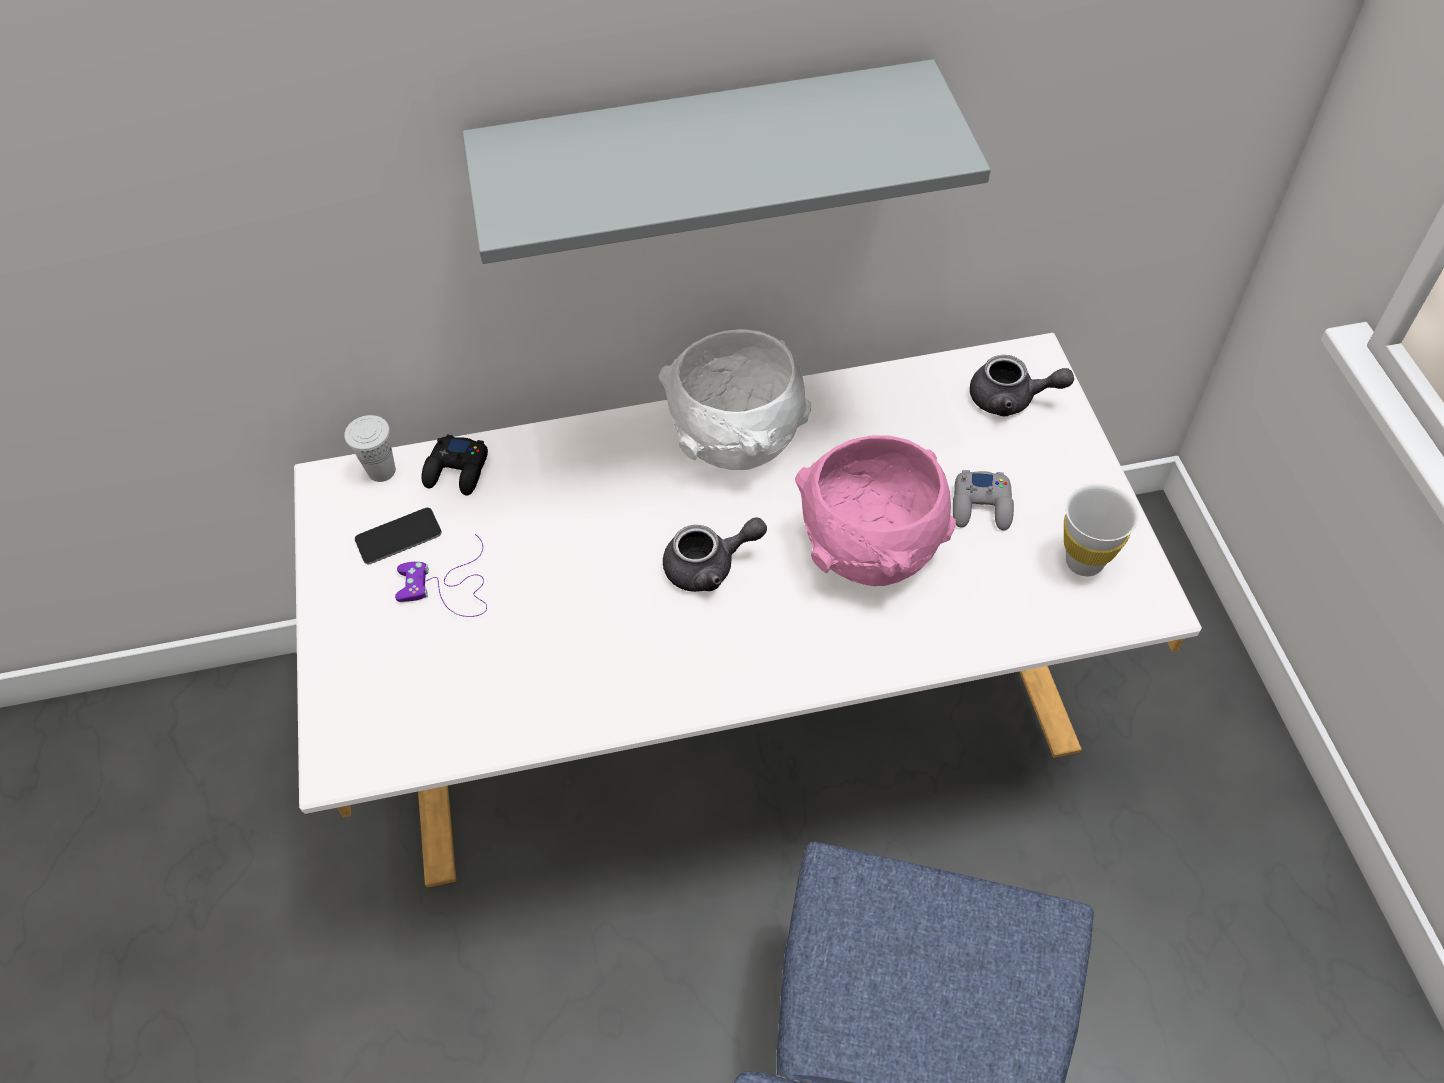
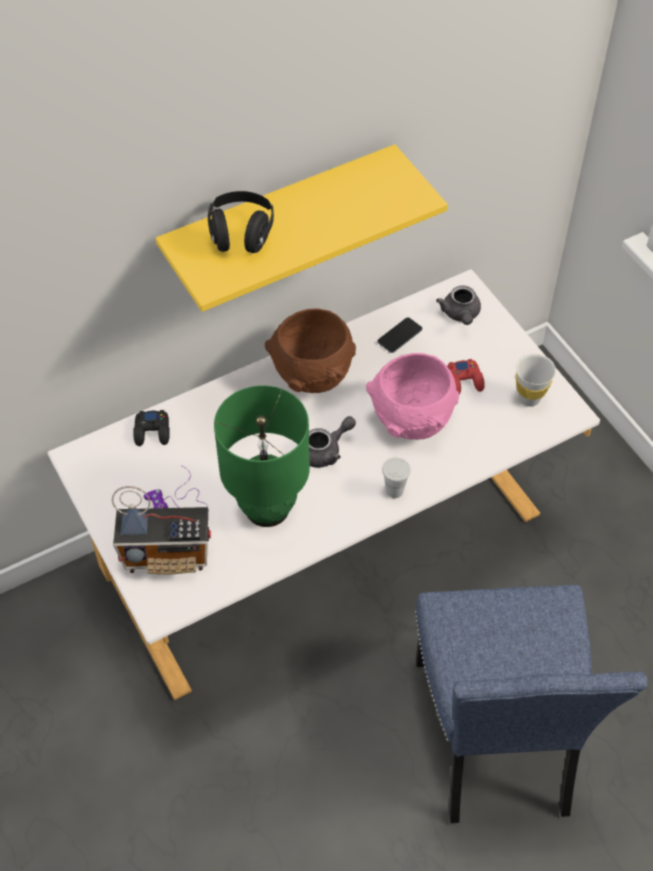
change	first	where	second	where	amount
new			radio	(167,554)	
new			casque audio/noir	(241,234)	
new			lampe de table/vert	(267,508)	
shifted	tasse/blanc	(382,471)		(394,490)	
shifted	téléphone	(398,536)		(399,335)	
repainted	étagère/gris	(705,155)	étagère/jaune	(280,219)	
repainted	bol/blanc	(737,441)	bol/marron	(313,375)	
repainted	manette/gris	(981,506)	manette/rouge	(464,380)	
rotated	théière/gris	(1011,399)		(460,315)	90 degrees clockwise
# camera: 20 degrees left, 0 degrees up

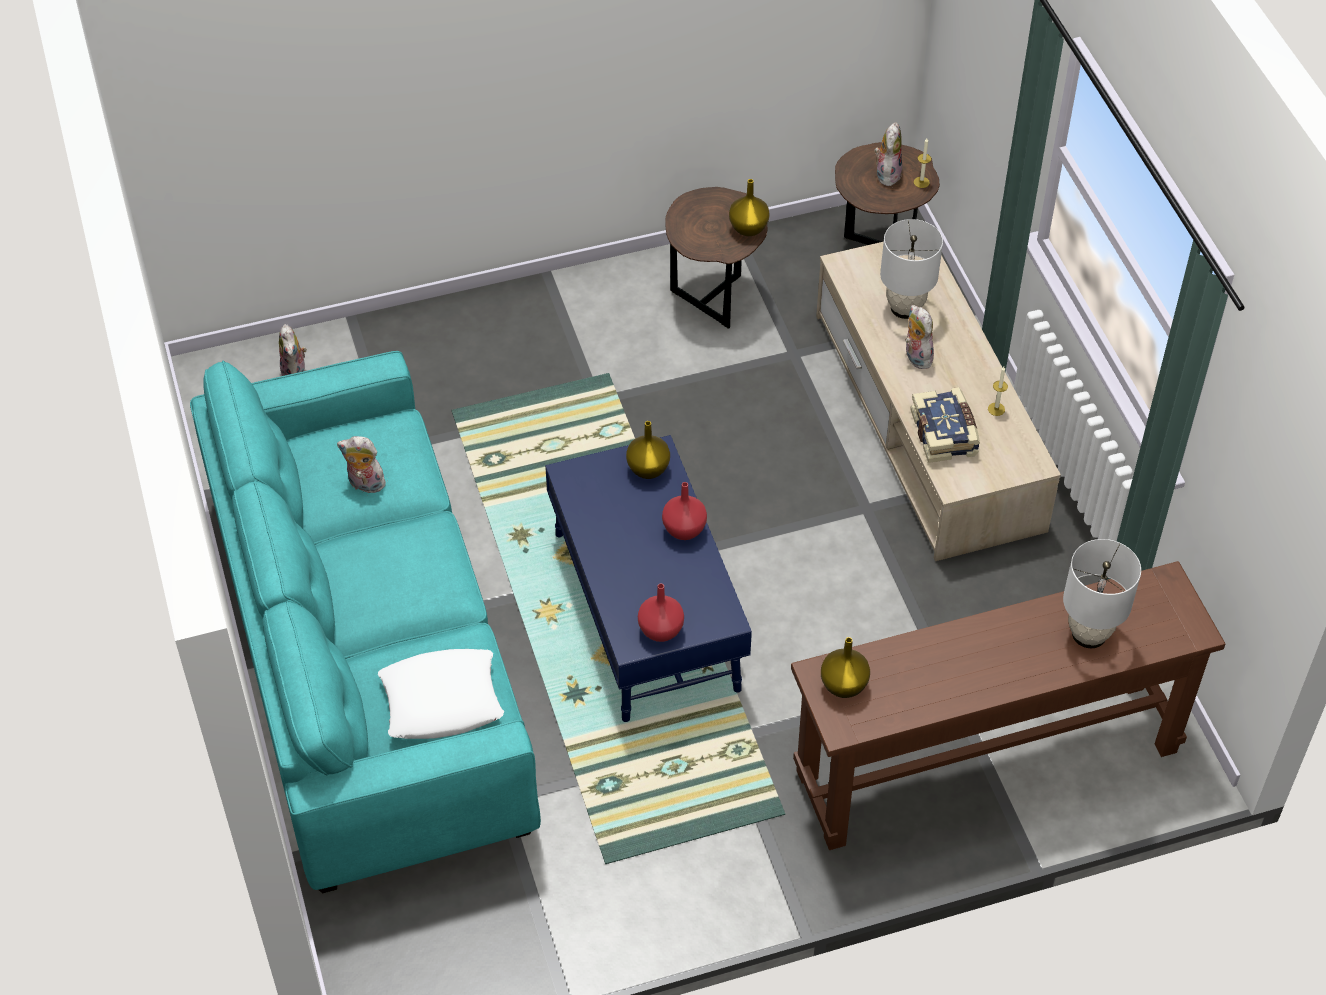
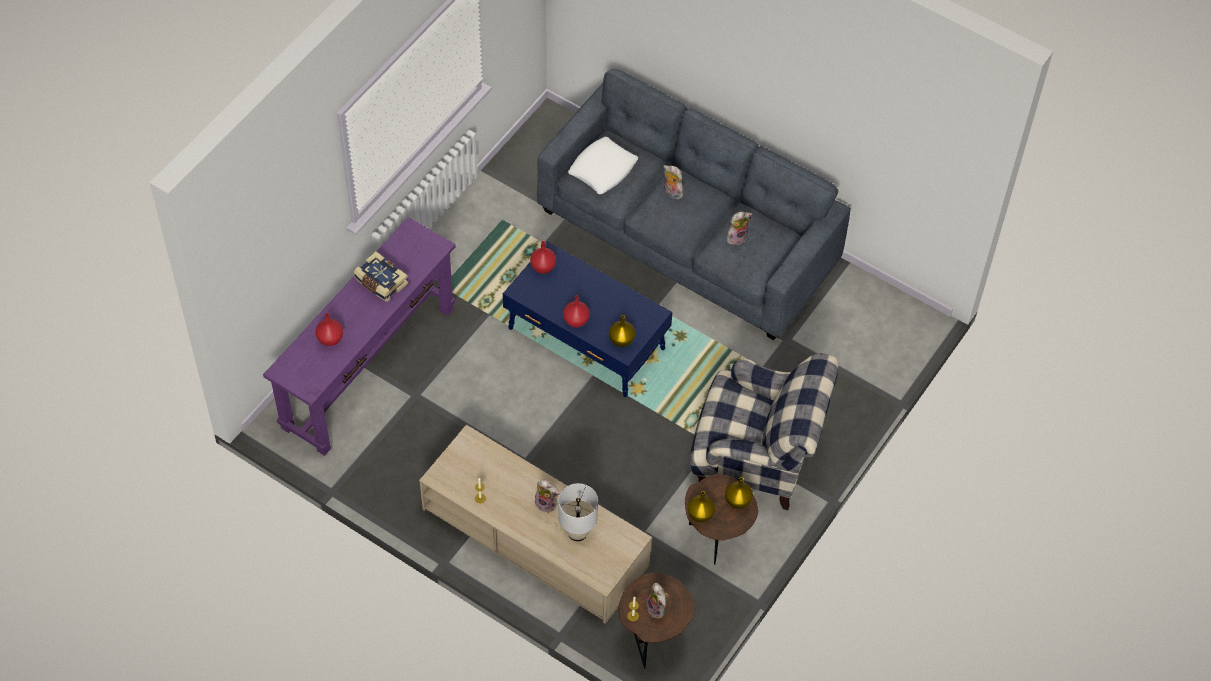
change	first	where	second	where	amount
new			fauteuil	(756,458)	
shifted	peluche	(296,373)		(671,193)	
shifted	vase/jaune	(844,685)		(737,502)	
shifted	livre	(945,433)		(380,282)	
swapped	lampe de table/blanc	(1089,634)	vase/rouge	(330,338)	
repainted	canapé/turquoise	(369,658)	canapé/gris	(688,237)	
repainted	table console/marron	(986,761)	table console/violet	(369,368)	
# camera: 140 degrees right, 5 degrees up

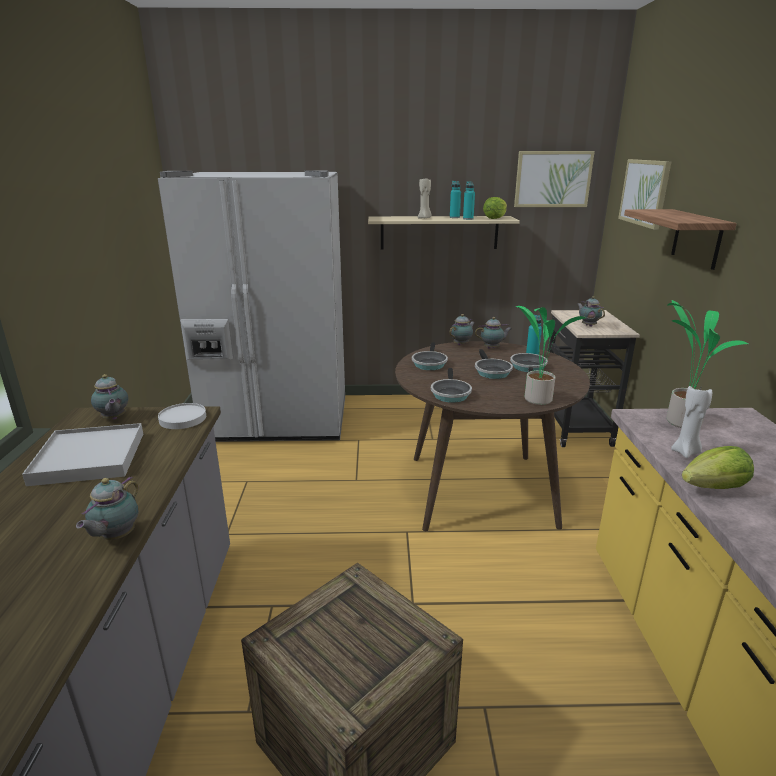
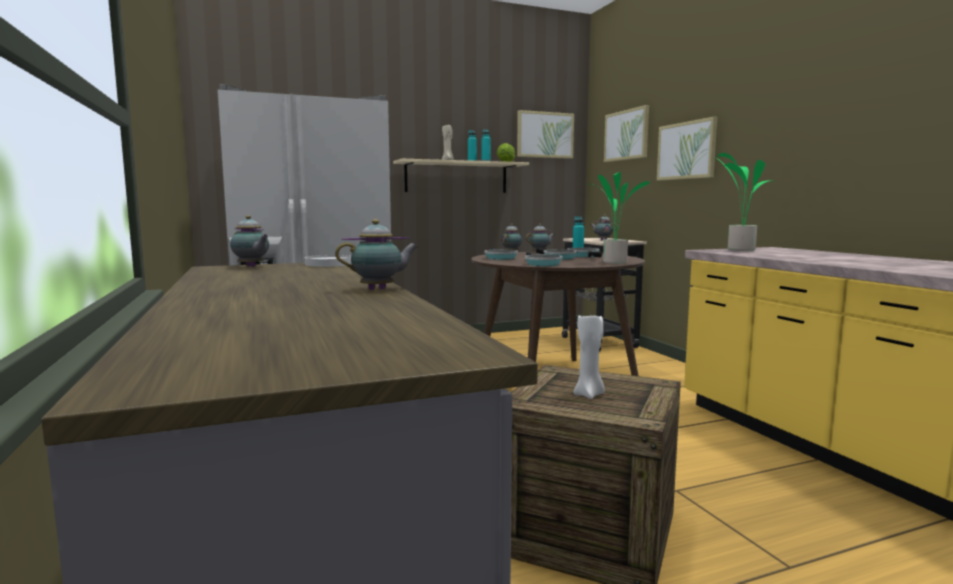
change	first	where	second	where	amount
gone	plateau/blanc	(89,458)			
gone	laitue	(714,488)			
shifted	bougie/blanc	(686,452)		(589,395)	
swapped	étagère	(697,238)	tableau	(686,150)	
rotated	théière	(116,537)		(380,289)	105 degrees counterclockwise
# camera: 20 degrees left, 15 degrees down

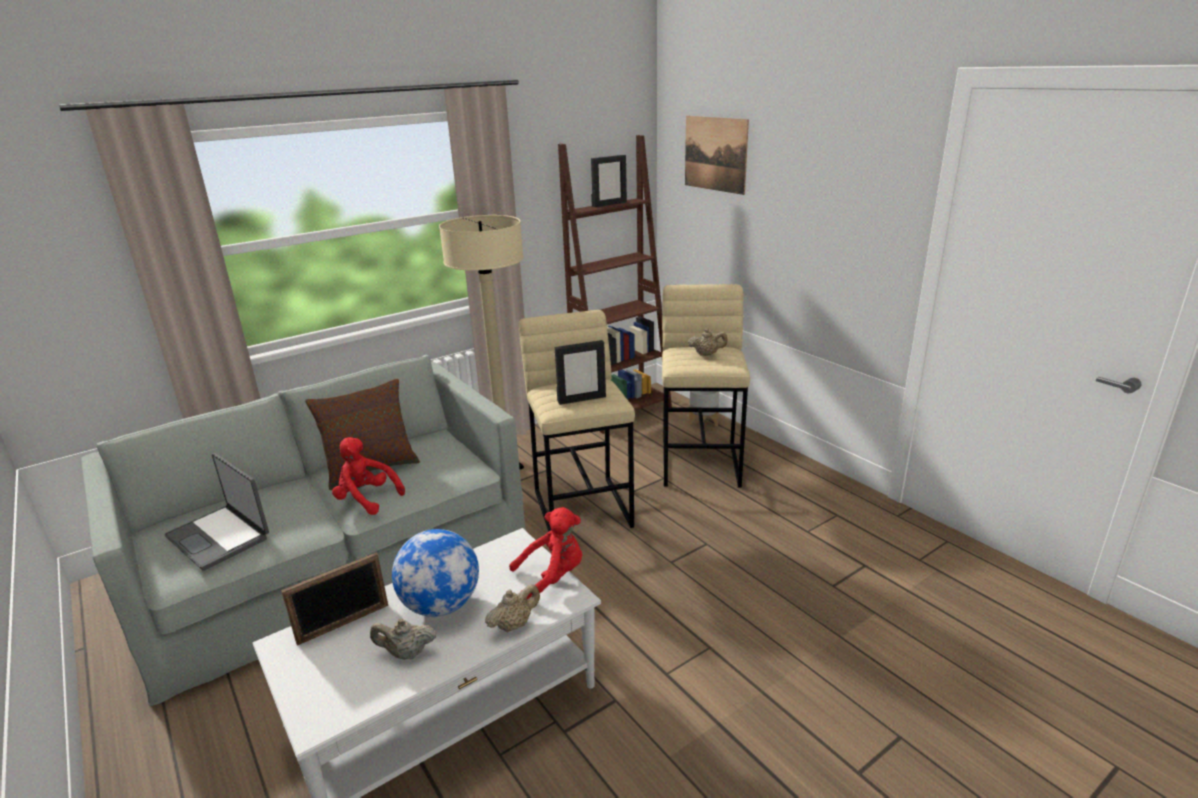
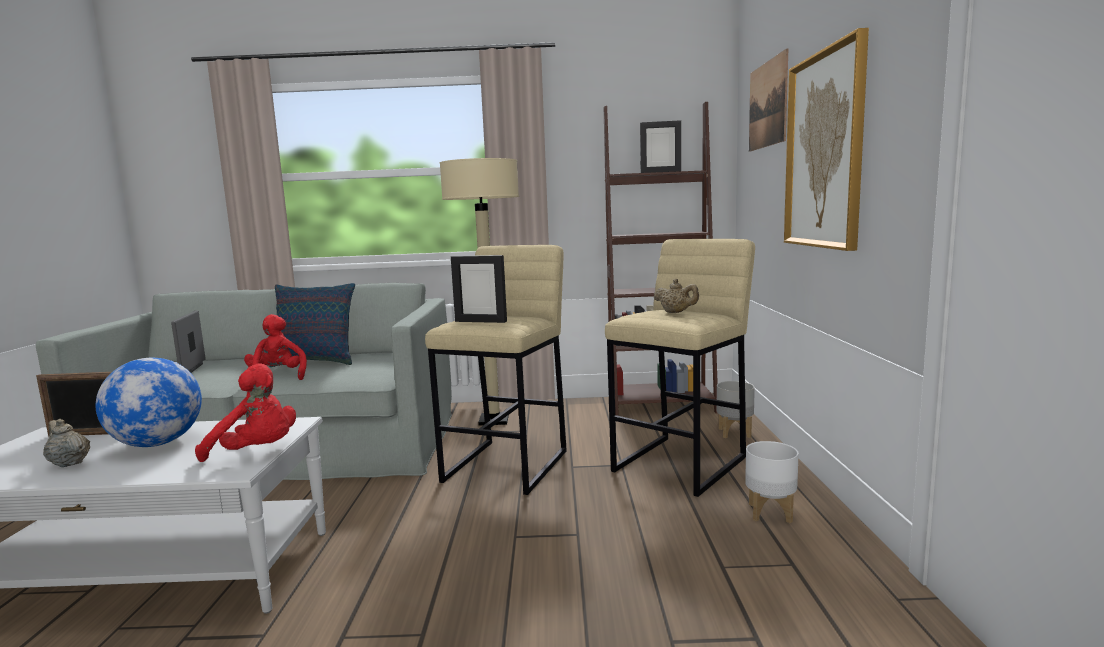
change	first	where	second	where	amount
gone	théière/beige	(514,624)			
new			cache-pot/blanc	(771,513)	
new			tableau	(824,151)	
repainted	coussin/marron	(372,470)	coussin/bleu	(316,363)	
# camera: 35 degrees right, 15 degrees down

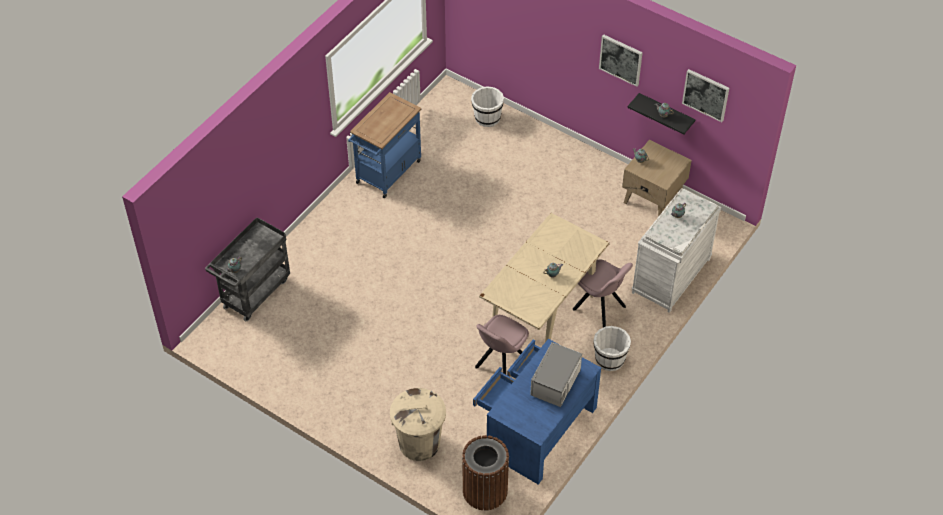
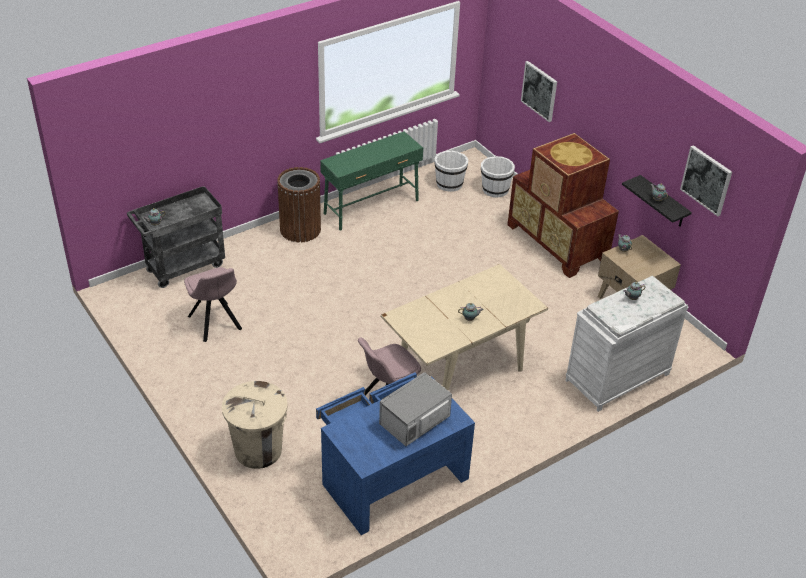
change	first	where	second	where	amount
new			meuble de rangement	(557,242)	
shifted	poubelle/marron	(485,491)		(300,229)	
shifted	chaise/rose	(599,308)		(215,323)	
shifted	seau/blanc	(609,359)		(449,184)	
shifted	tableau	(621,59)		(539,91)	
swapped	chariot/bleu	(387,173)	table console/vert	(371,207)	
# camera: 20 degrees right, 10 degrees down

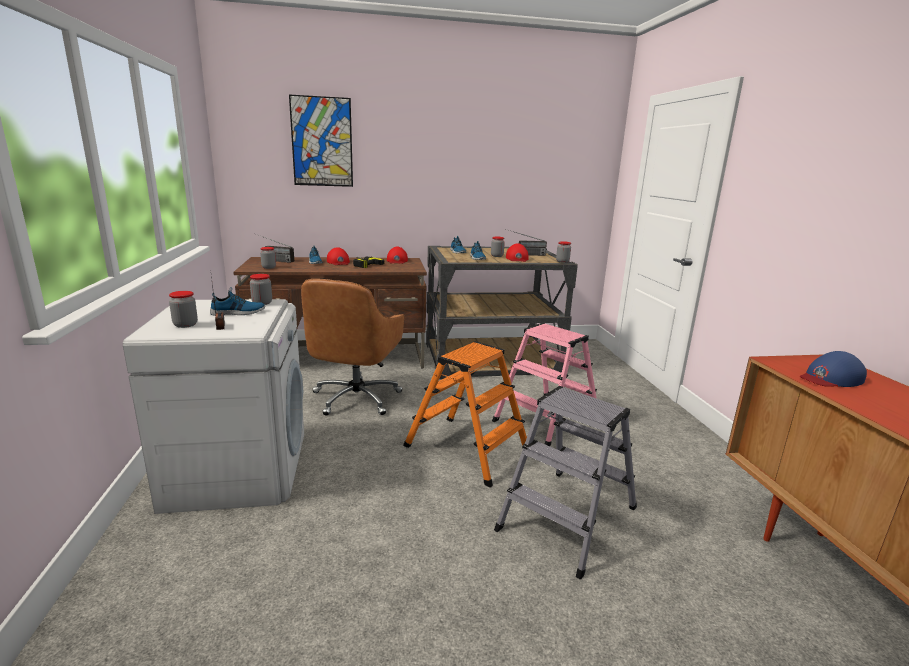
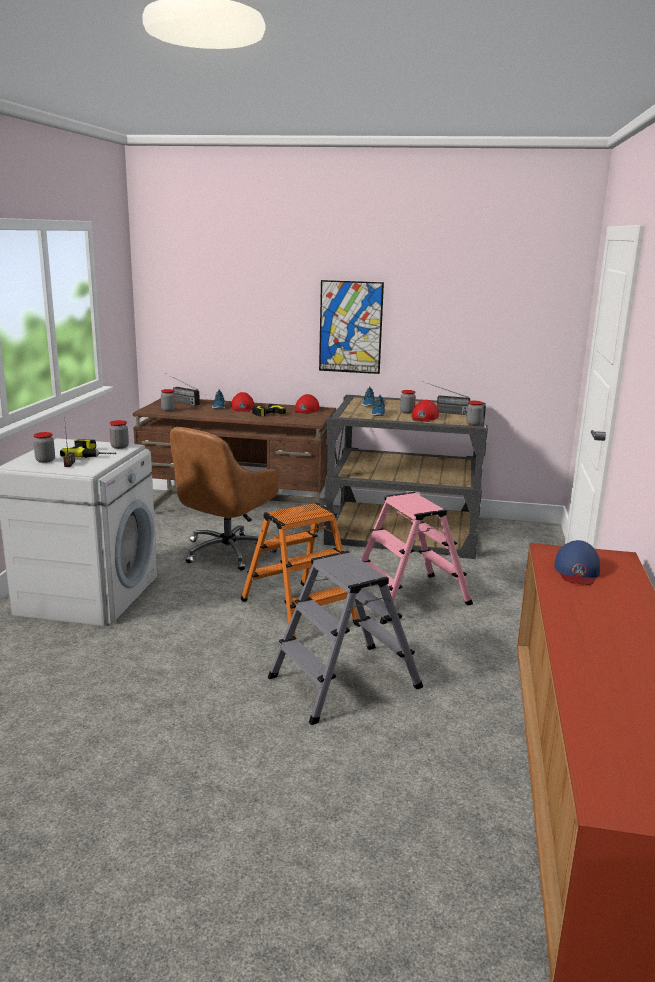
change	first	where	second	where	amount
shifted	tableau	(322,142)		(350,327)	
swapped	chaussure	(238,313)	perceuse	(92,454)	
rotated	casquette/bleu	(830,378)		(577,571)	75 degrees counterclockwise
# camera: 20 degrees right, 0 degrees up

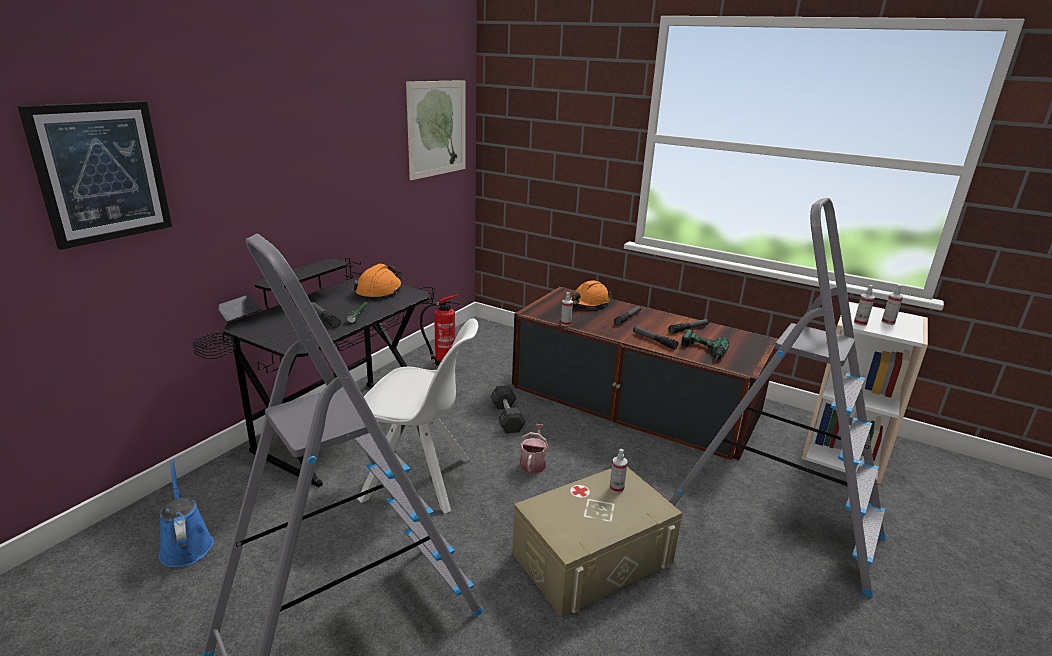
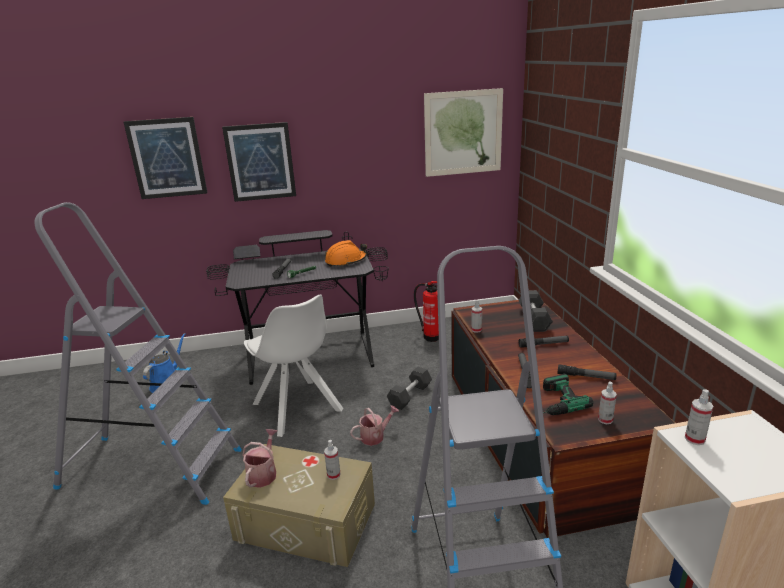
change	first	where	second	where	amount
new			tableau	(260,162)	
new			arrosoir	(263,473)	
shifted	vaporisateur	(888,322)		(605,420)	
swapped	casque de chantier/orange	(589,303)	haltère/gris	(534,319)	
# camera: 50 degrees right, 0 degrees up

